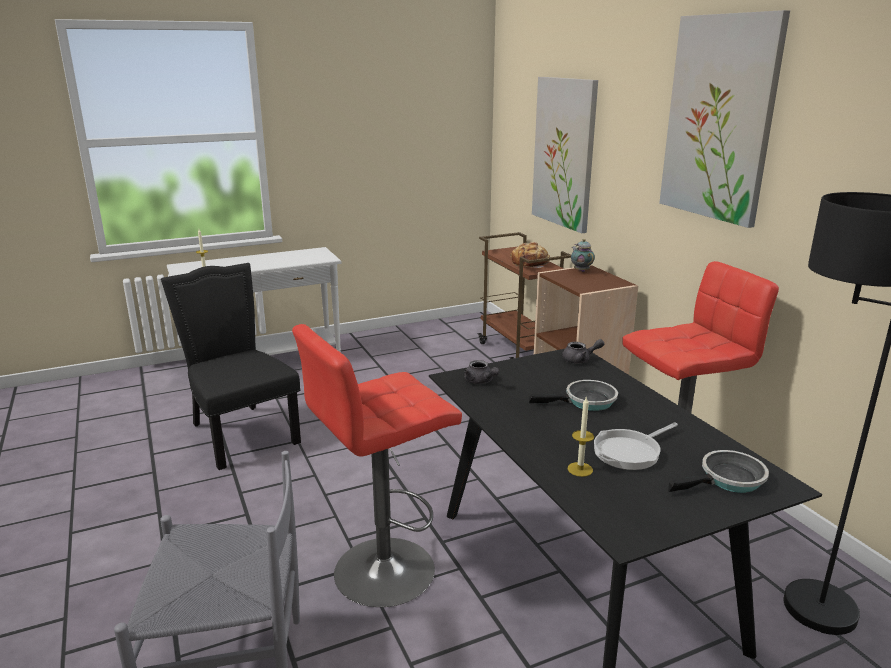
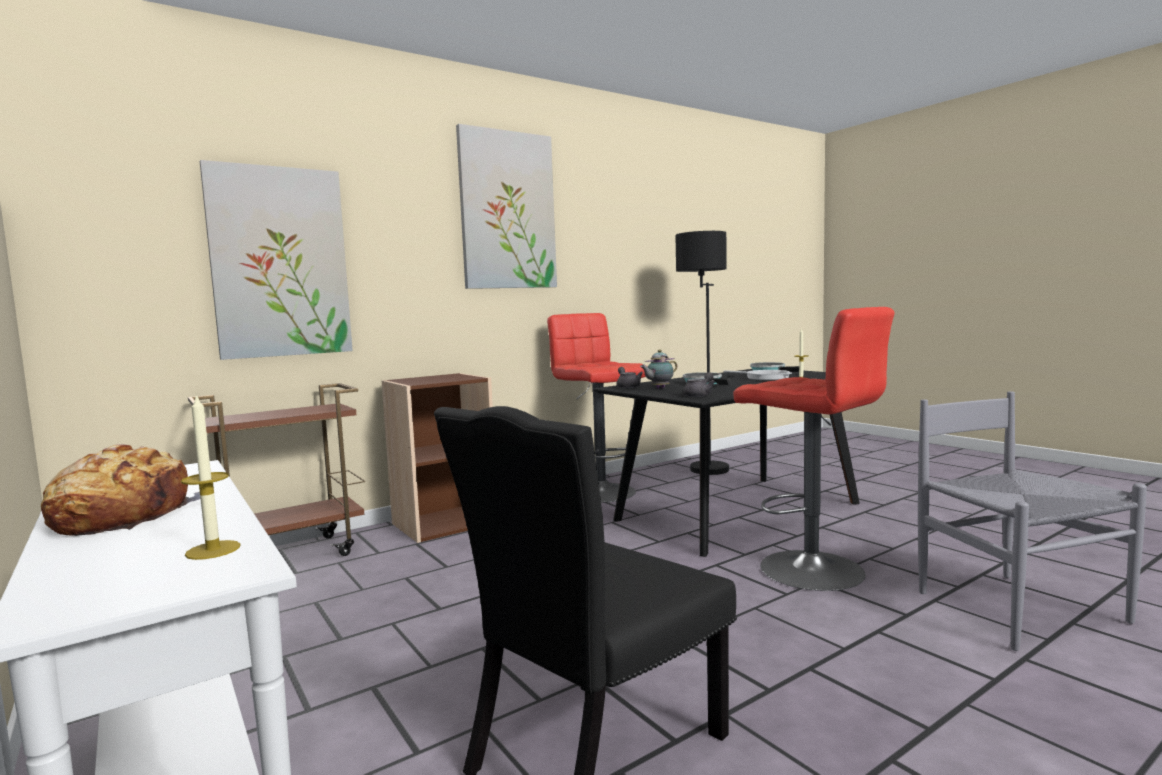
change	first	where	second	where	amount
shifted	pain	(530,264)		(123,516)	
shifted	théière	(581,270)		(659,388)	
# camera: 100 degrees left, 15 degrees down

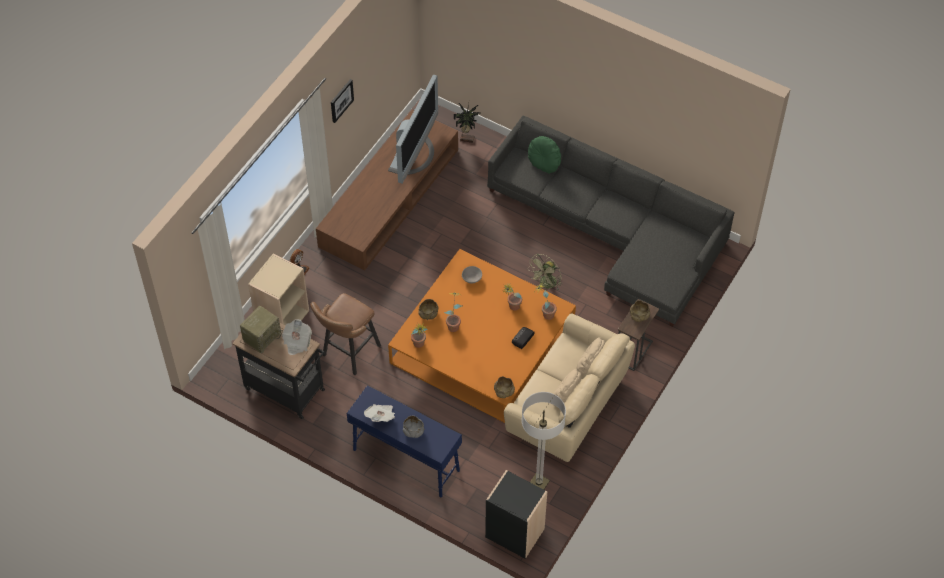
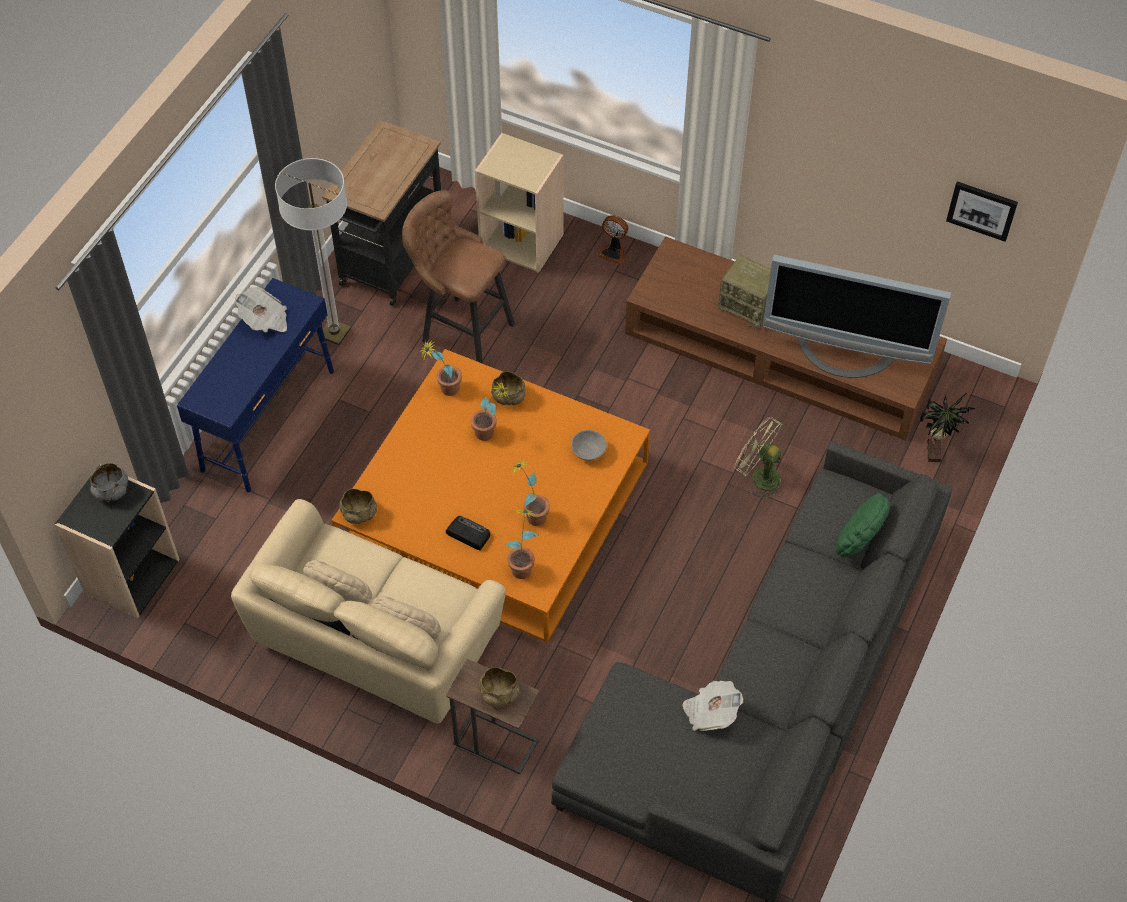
change	first	where	second	where	amount
shifted	radio	(262,336)		(748,306)	
shifted	journal	(297,342)		(710,712)	
shifted	tableau	(341,100)		(982,210)	
shifted	bol/gris	(413,431)		(112,490)	
shifted	lampadaire	(539,483)		(334,333)	
shifted	ventilateur/vert	(546,285)		(759,476)	
# camera: 85 degrees right, 0 degrees up

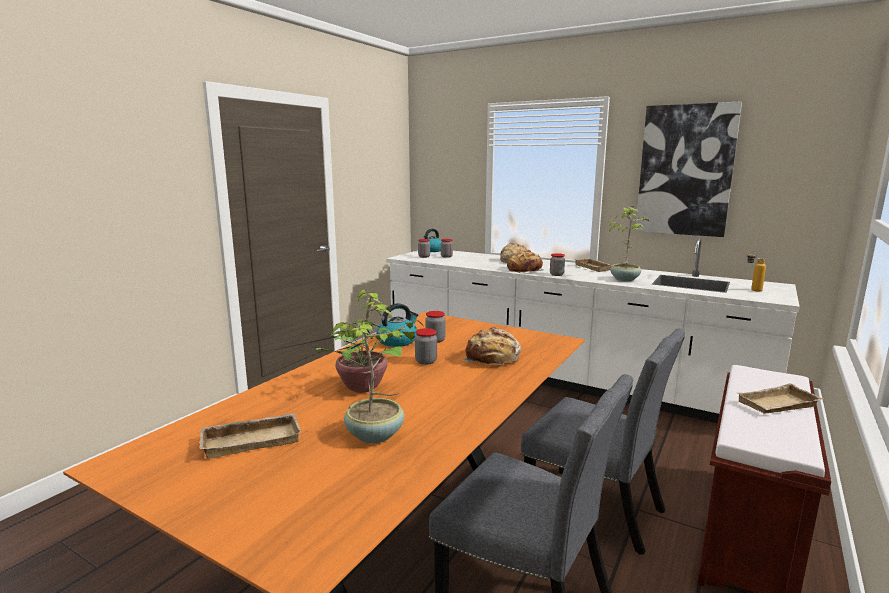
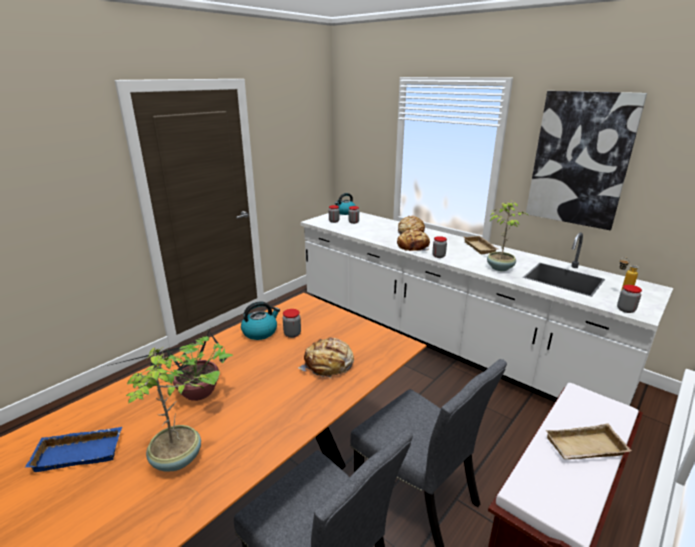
change	first	where	second	where	amount
shifted	bocal	(426,361)		(625,309)	
repainted	plateau/beige	(253,439)	plateau/bleu	(81,451)	
# camera: 10 degrees right, 10 degrees up

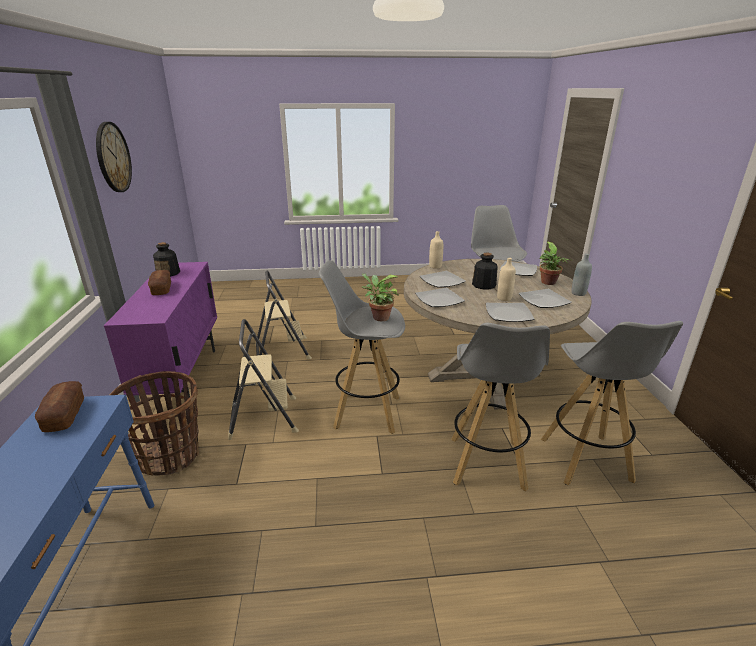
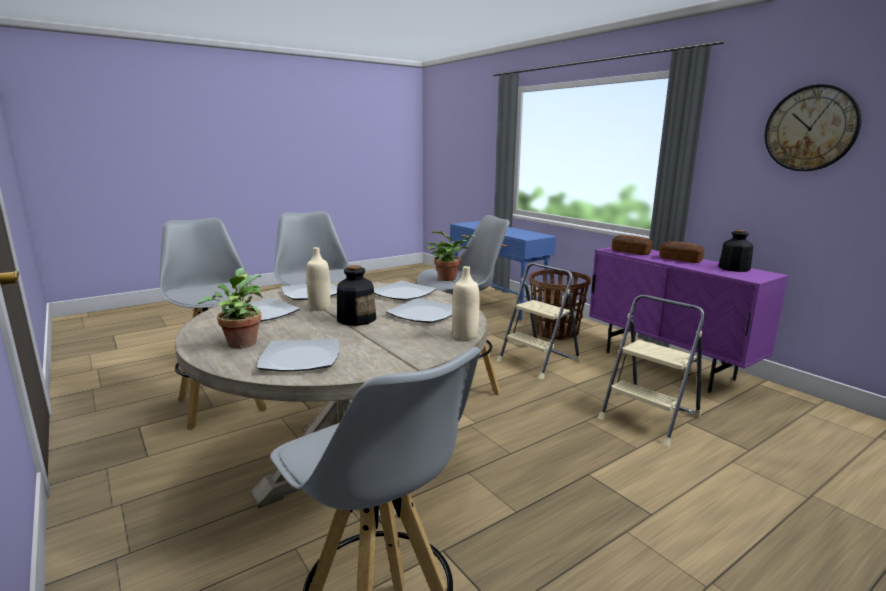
change	first	where	second	where	amount
gone	bouteille/gris	(578,293)			
shifted	pain	(65,415)		(630,252)	
# camera: 150 degrees right, 10 degrees down

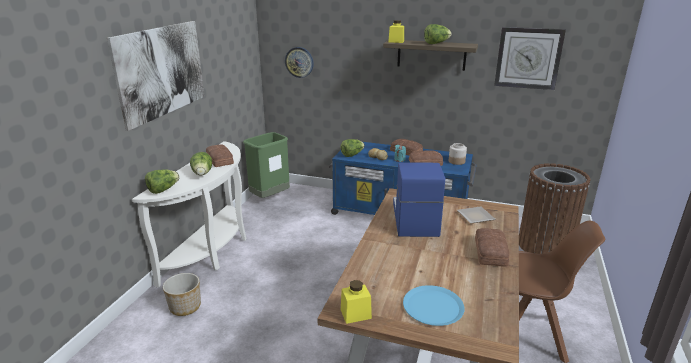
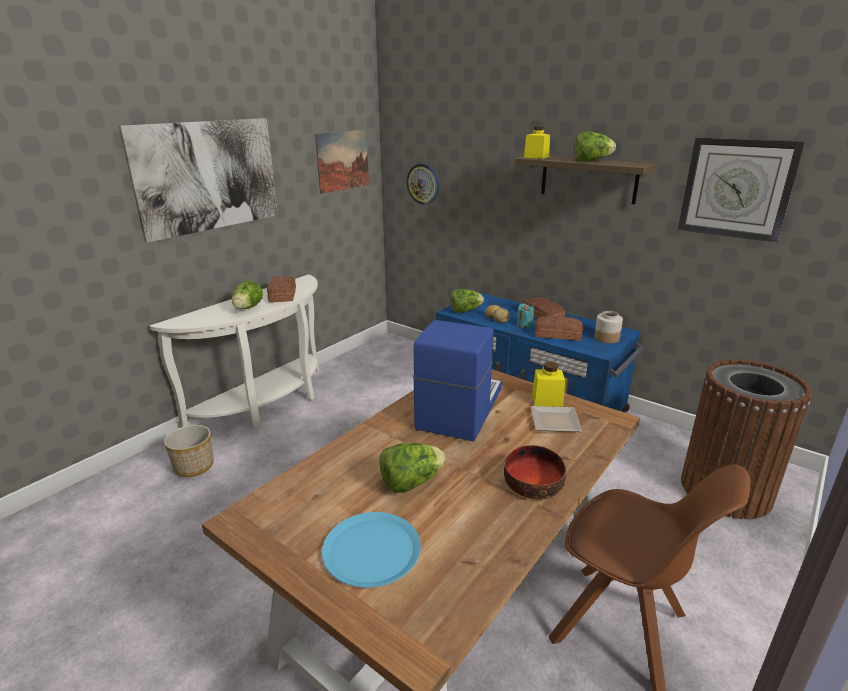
change	first	where	second	where	amount
gone	poubelle/vert	(270,197)			
new			tableau	(343,160)	
shifted	laitue	(163,190)		(411,482)	
shifted	bocal/jaune	(355,314)		(547,400)	
swapped	pain	(489,252)	bol	(532,483)	
# camera: 20 degrees right, 0 degrees up

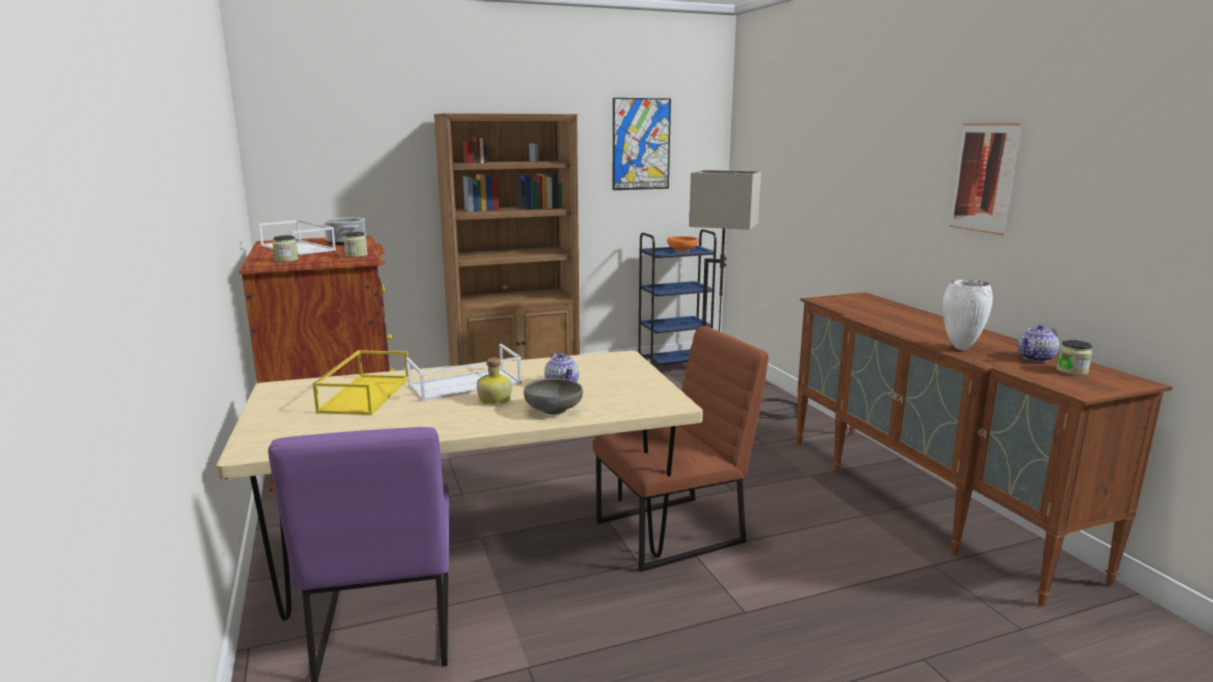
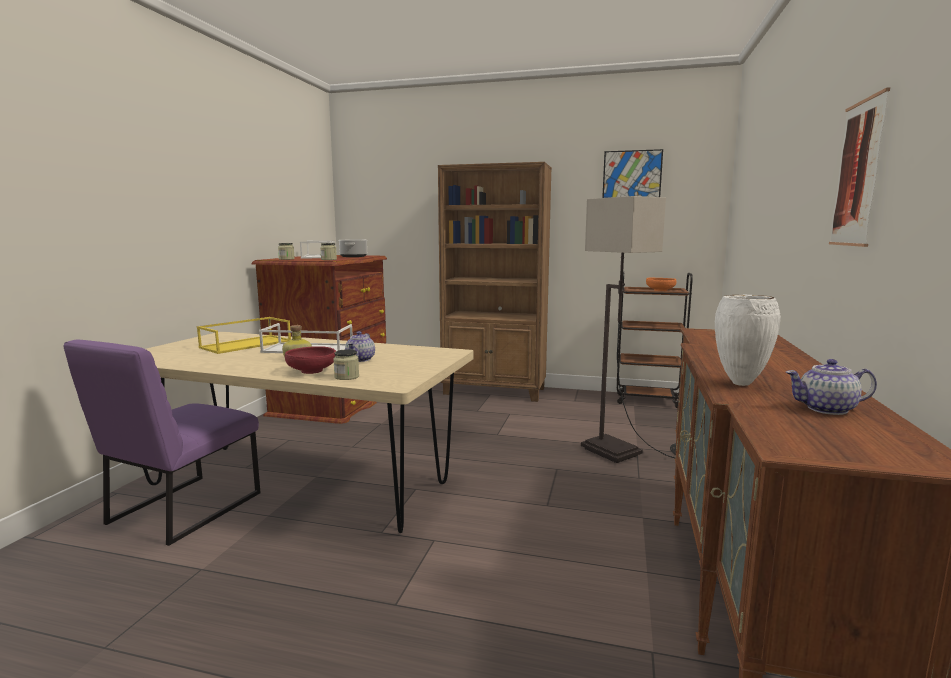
change	first	where	second	where	amount
gone	chaise/marron	(674,531)			
shifted	bocal	(1072,371)		(346,377)	
repainted	bol/gris	(553,410)	bol/rouge	(311,371)	
repainted	chariot/bleu	(675,367)	chariot/marron	(648,401)	
# camera: 35 degrees right, 5 degrees down

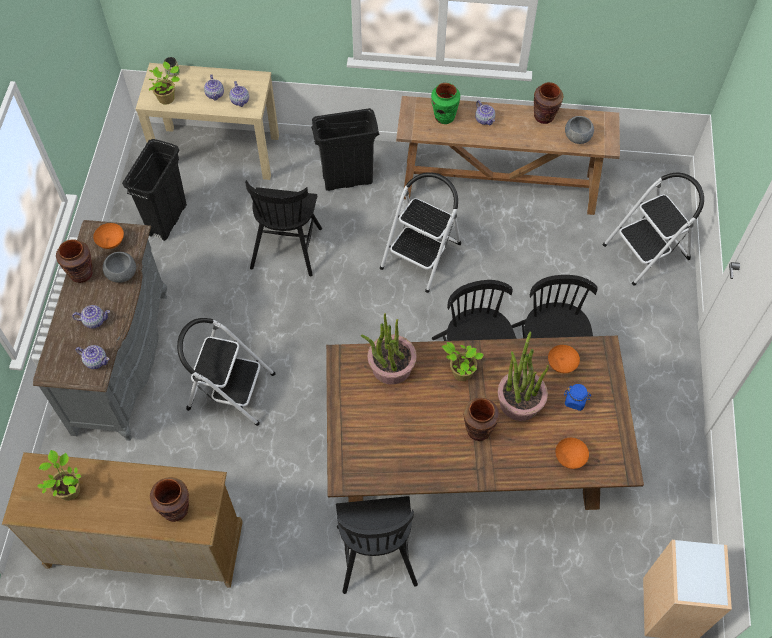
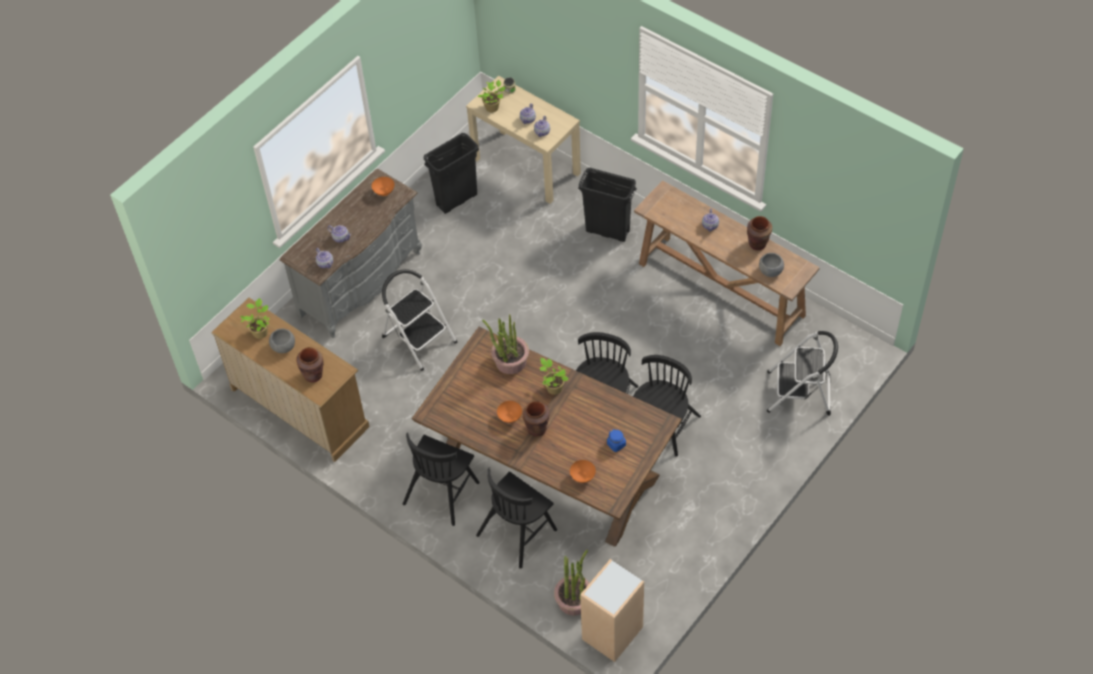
change	first	where	second	where	amount
gone	vase/marron	(81,273)			
gone	escabeau	(422,254)			
gone	vase/vert	(444,117)			
shifted	bol/gris	(122,274)		(283,346)	
shifted	chaise/noir	(287,244)		(519,529)	
shifted	plante en pot	(519,401)		(574,600)	
shifted	bol/orange	(561,366)		(509,418)	
# camera: 35 degrees right, 5 degrees down

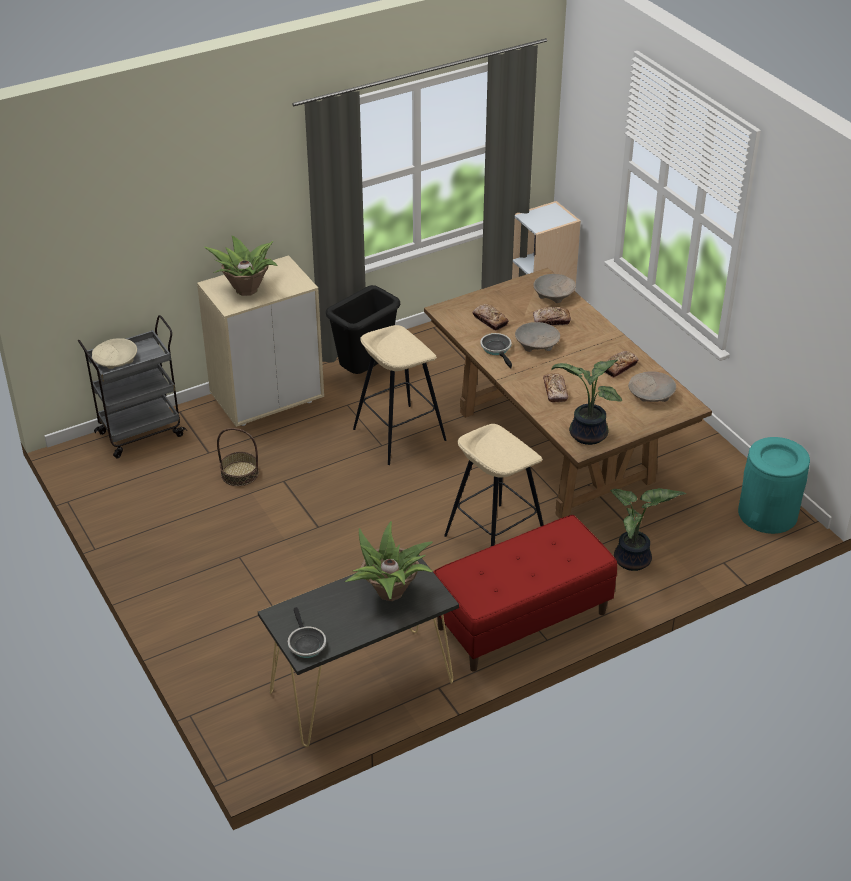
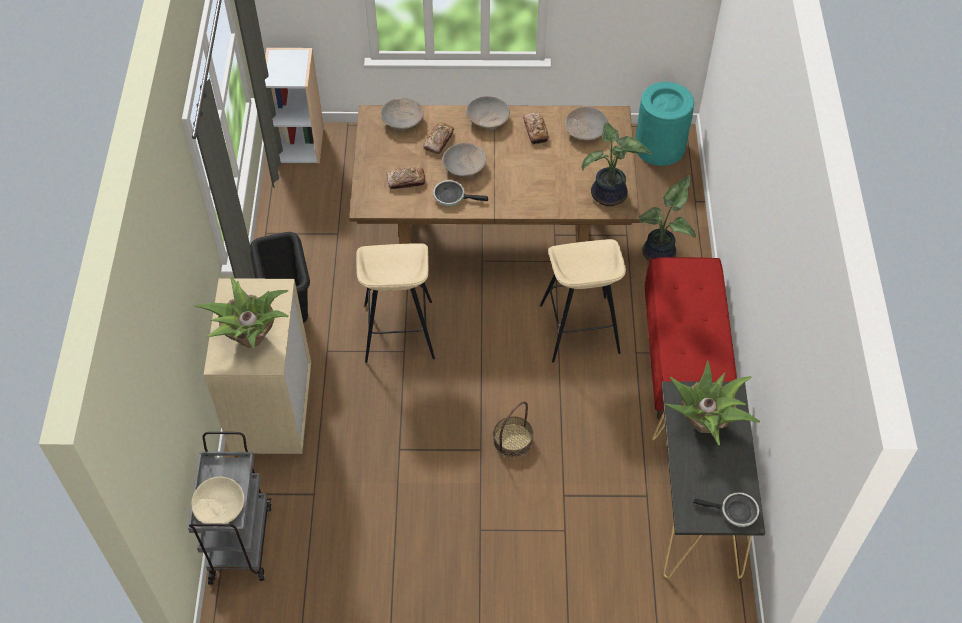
change	first	where	second	where	amount
gone	pain	(555,391)			
new			bol/beige	(487,119)	
shifted	panier	(239,474)		(513,440)	
# camera: 60 degrees left, 15 degrees up

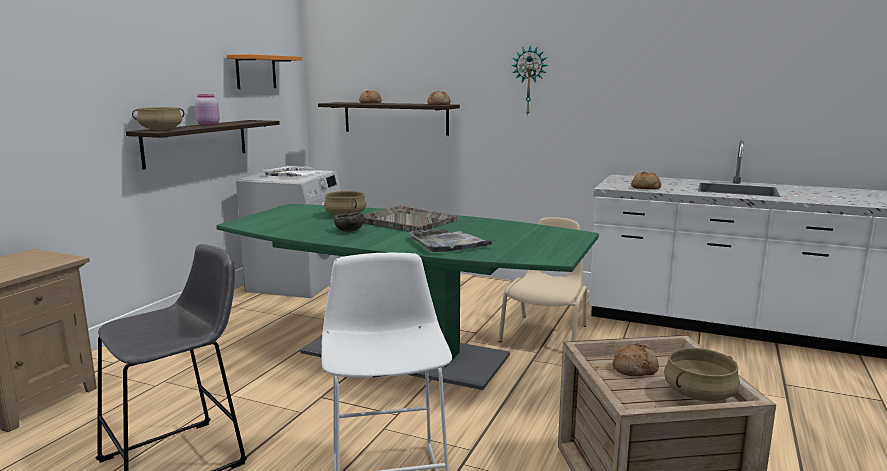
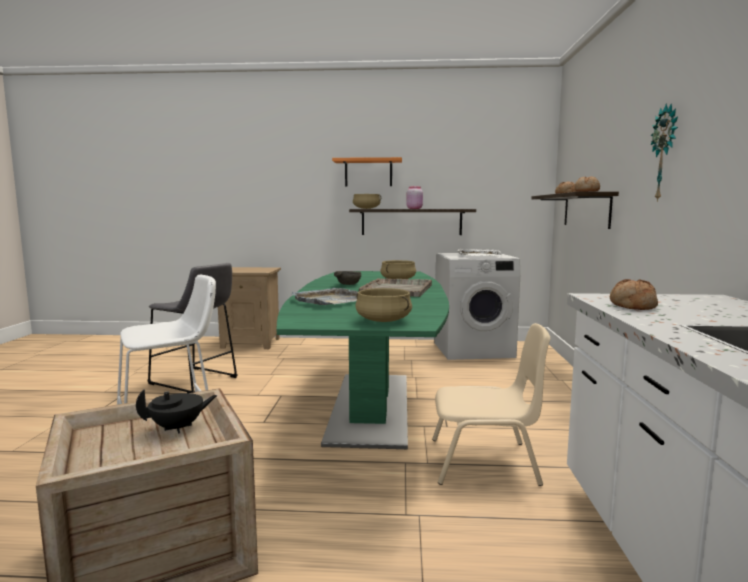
change	first	where	second	where	amount
shifted	étagère/orange	(256,72)		(368,173)	
shifted	marmite/beige	(699,394)		(383,320)	
swapped	pain	(634,369)	théière/noir	(178,428)	
# camera: 70 degrees right, 5 degrees down

